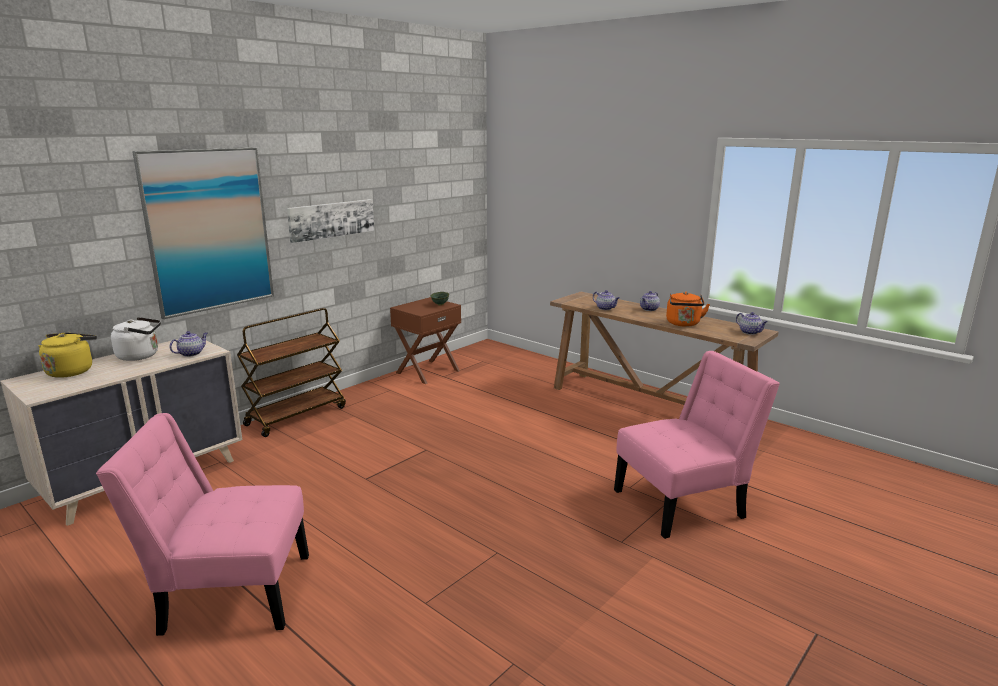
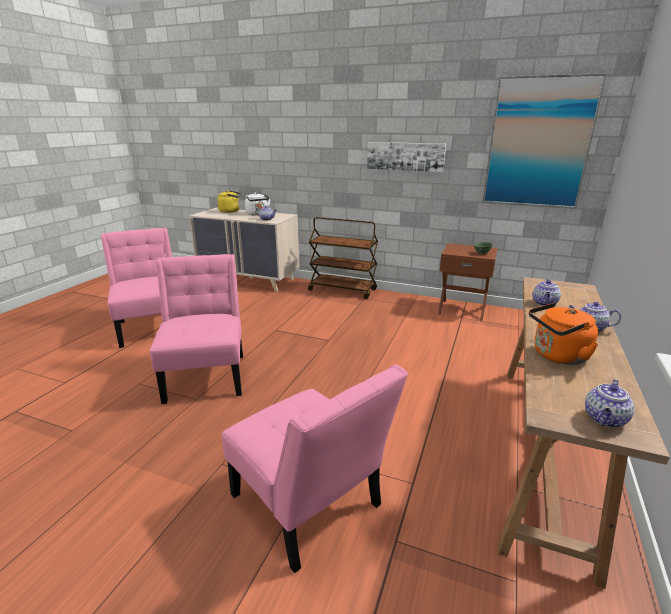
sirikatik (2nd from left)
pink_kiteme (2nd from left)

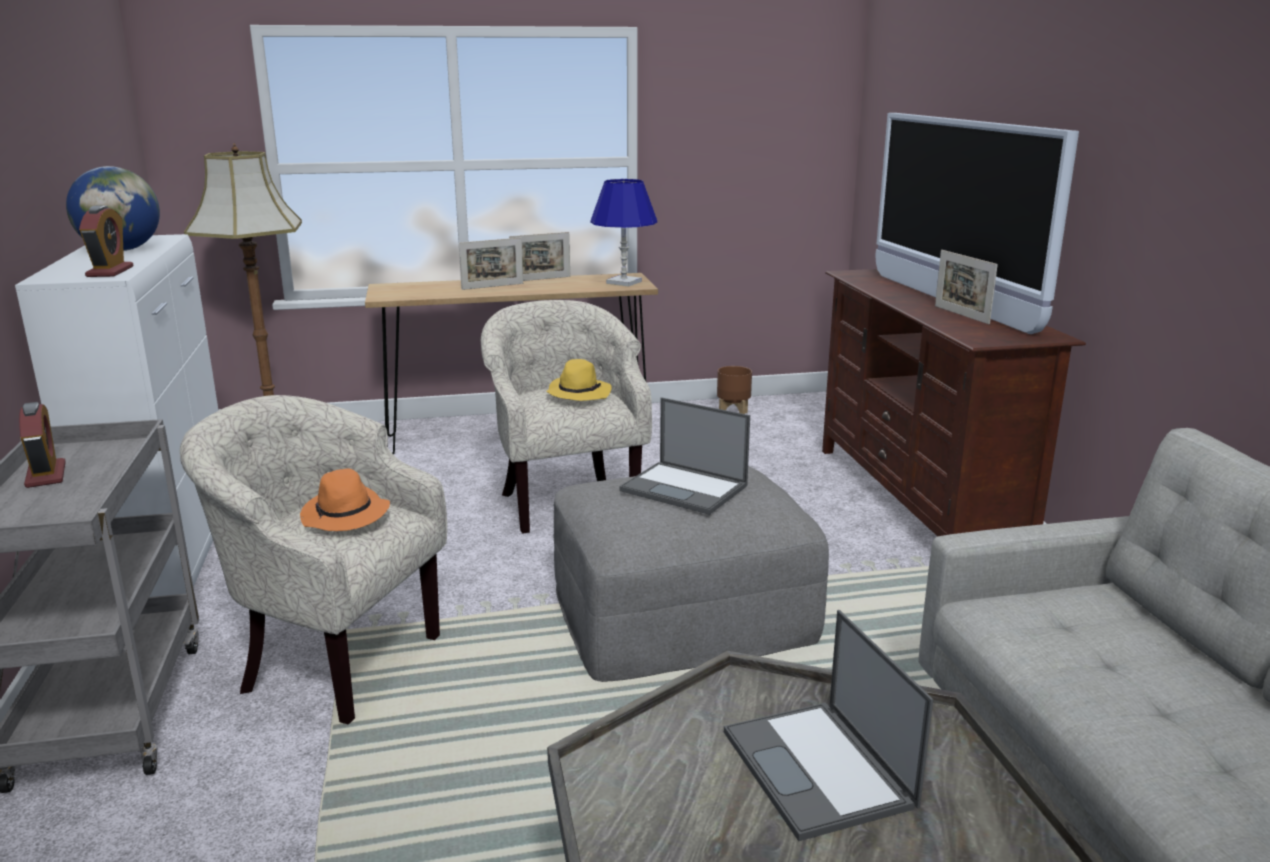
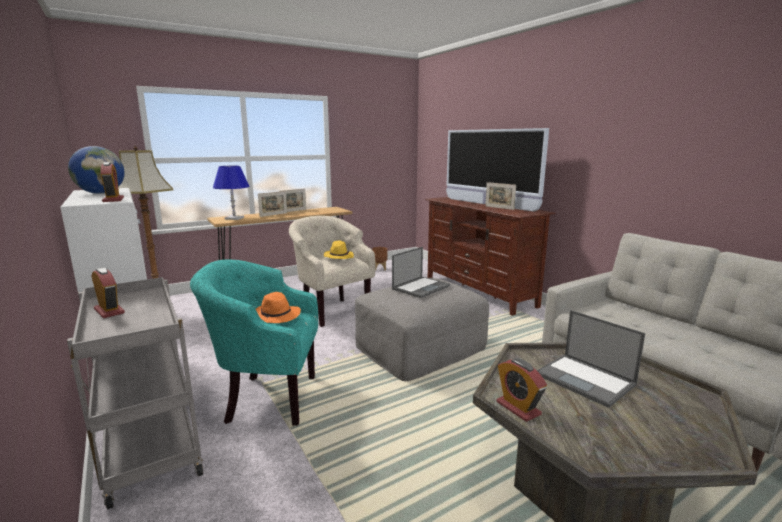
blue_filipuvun
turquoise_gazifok
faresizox (1st from left)
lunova (3rd from left)

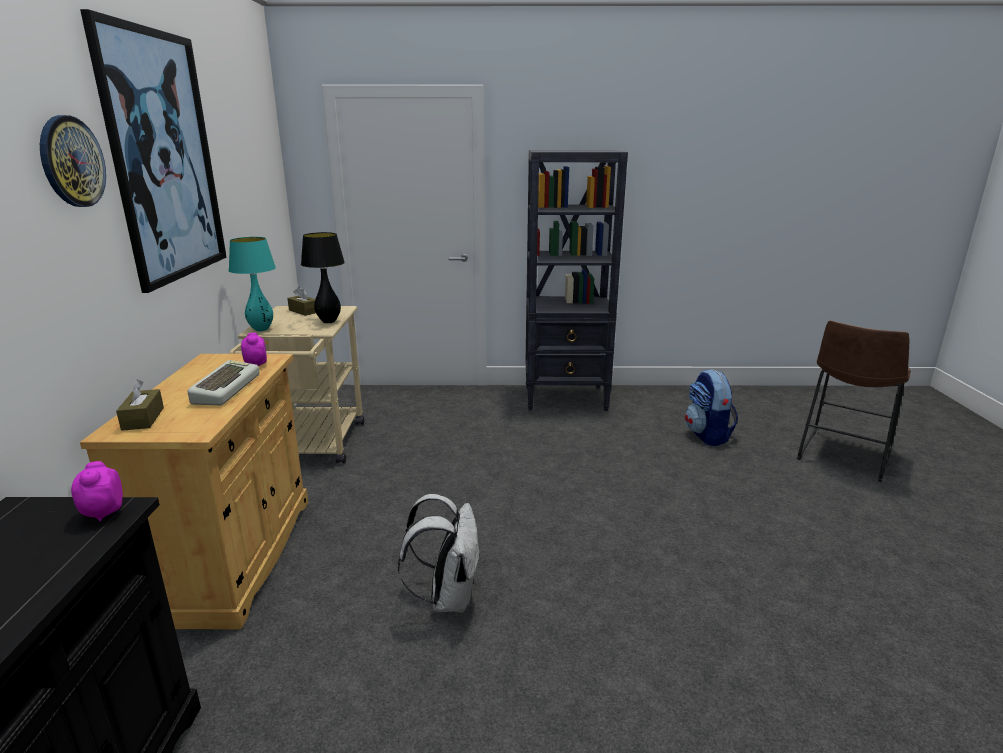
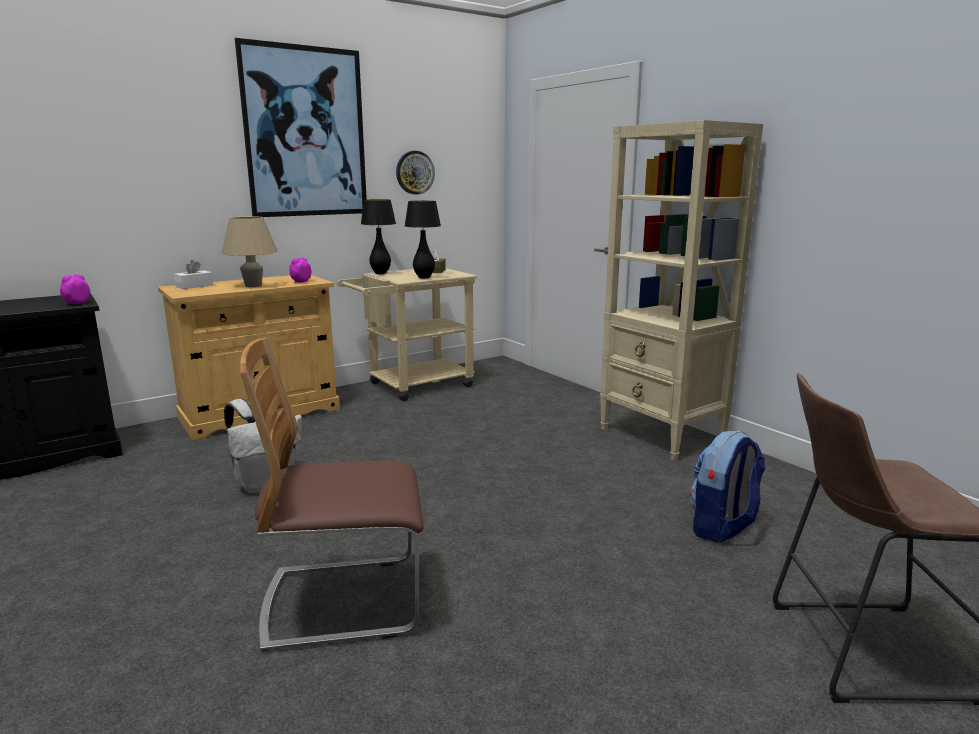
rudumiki
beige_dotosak
black_filipuvun (1st from left)
beige_filipuvun
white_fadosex
kiteme

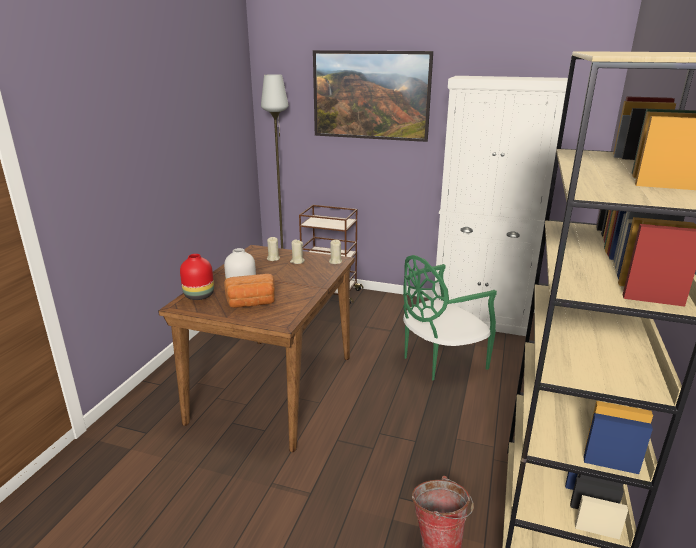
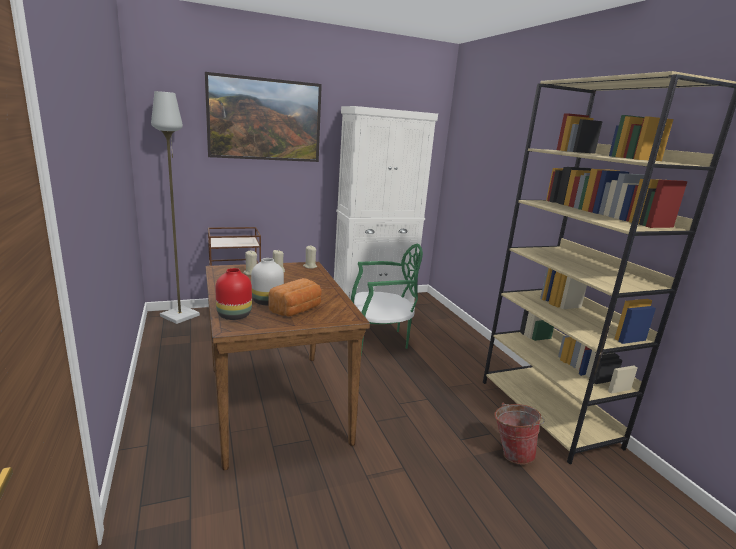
green_kiteme

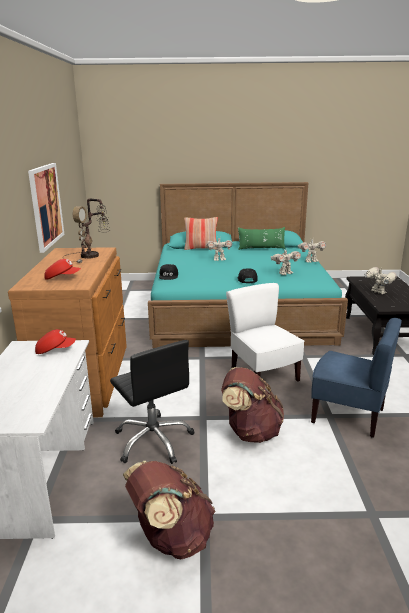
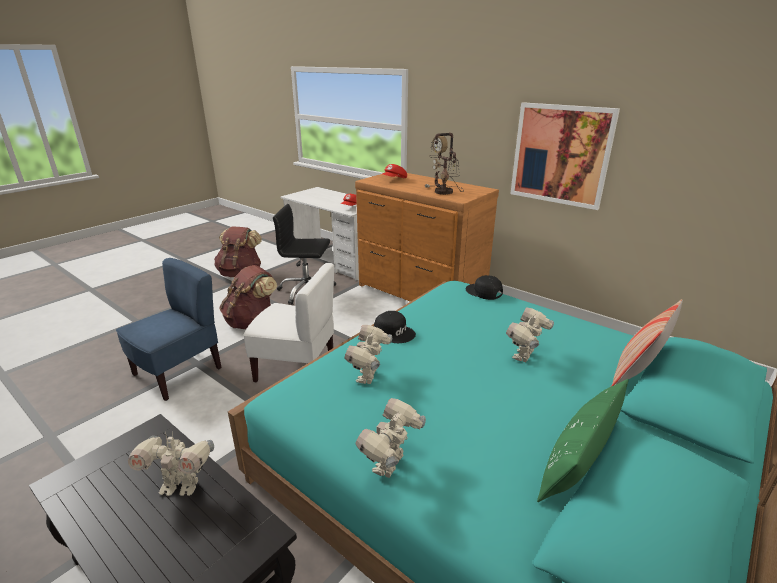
blue_kiteme

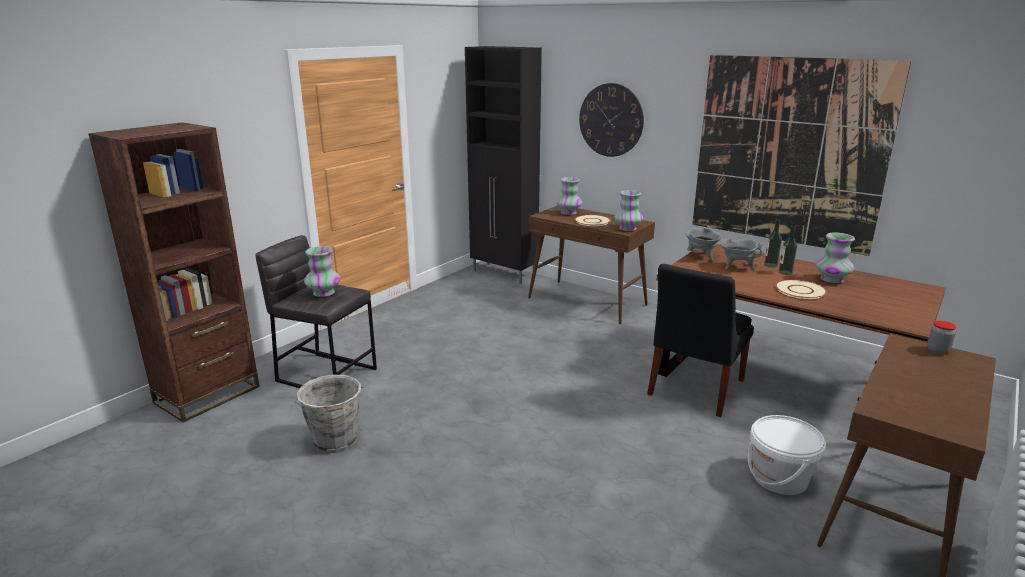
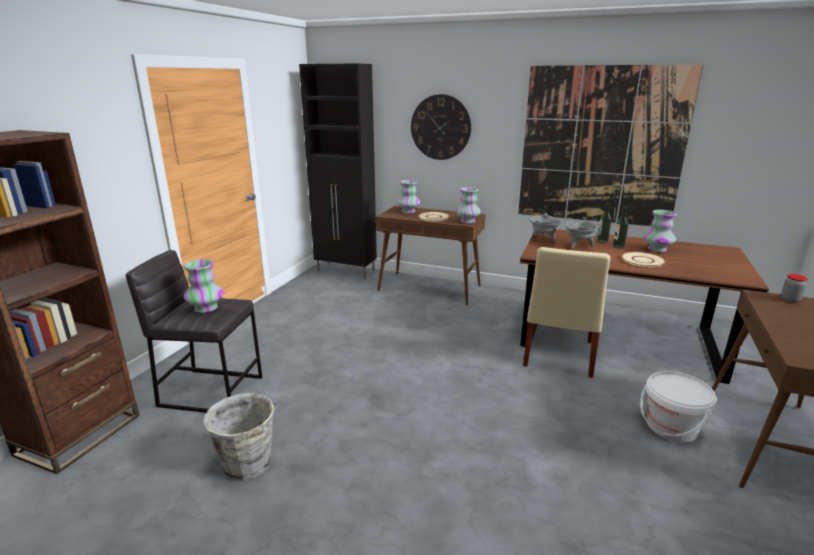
beige_kiteme

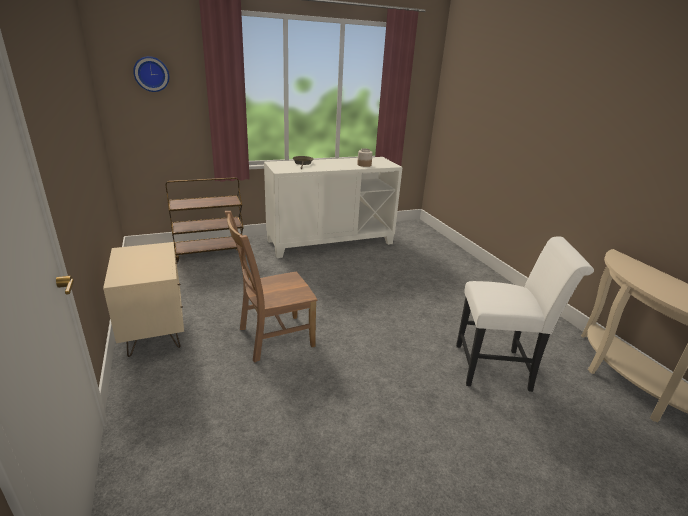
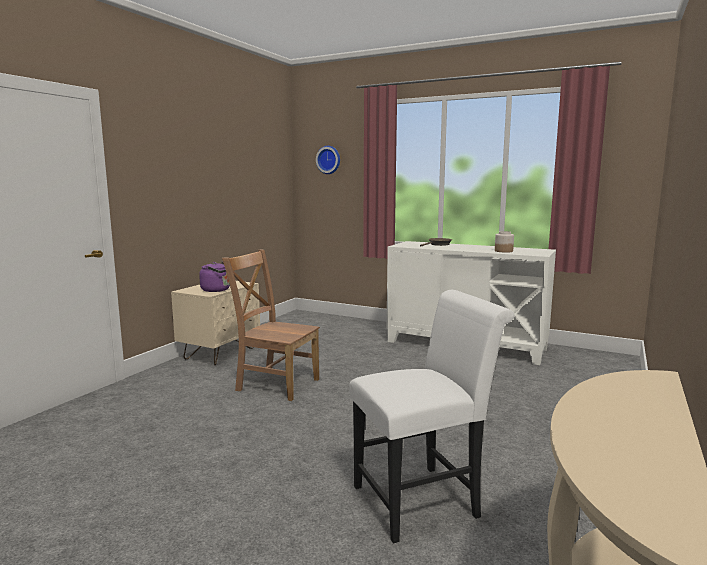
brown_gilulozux
white_kiteme
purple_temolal

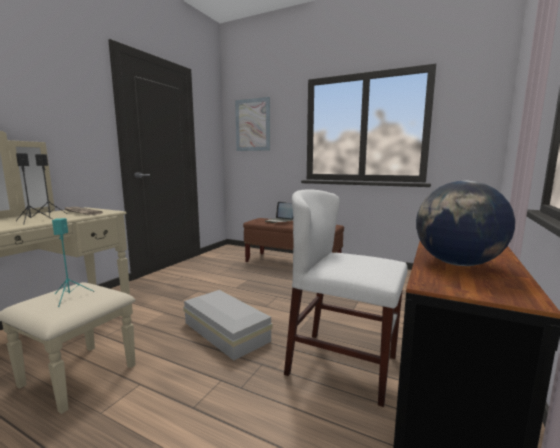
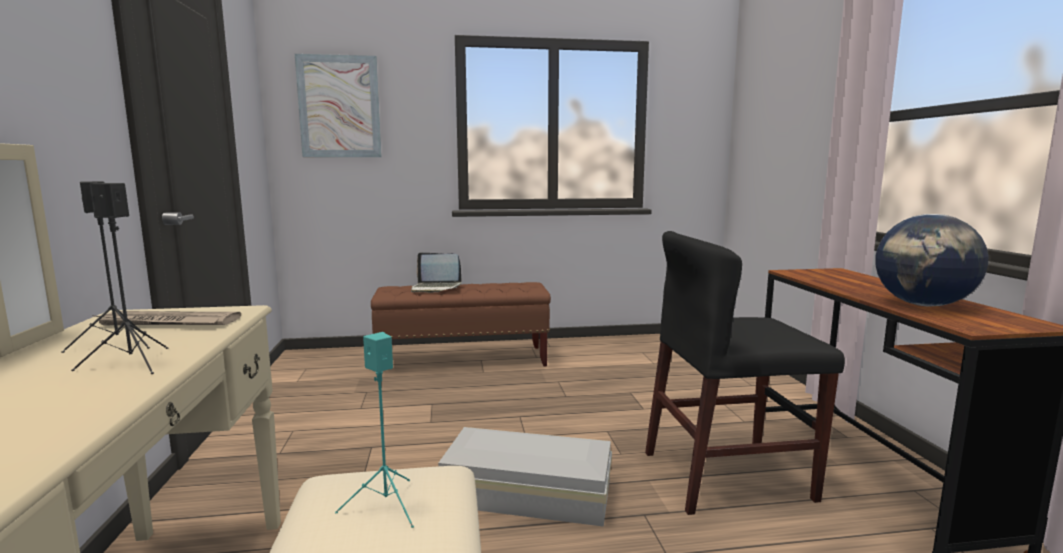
black_kiteme

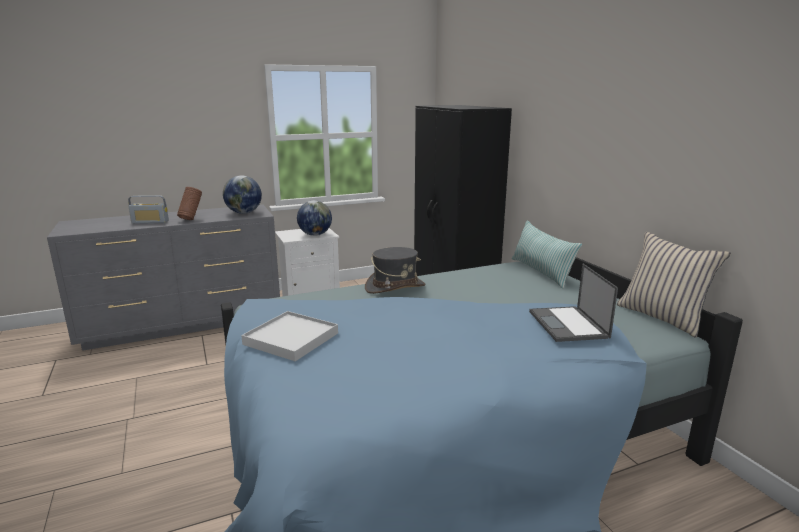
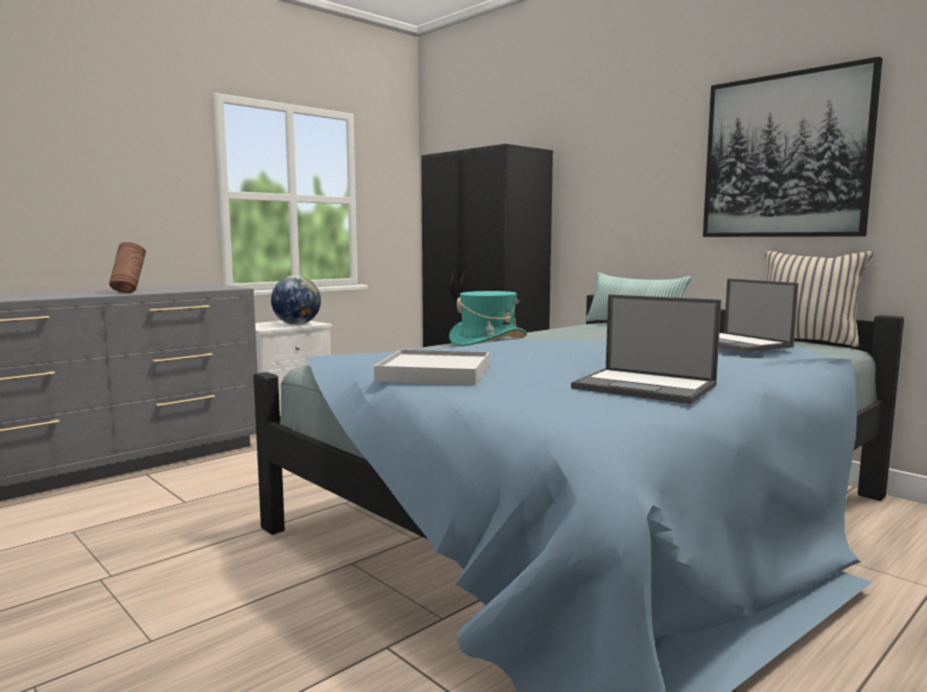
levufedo (1st from left in the first image)
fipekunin
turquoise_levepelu
sirikatik
faresizox (1st from left)

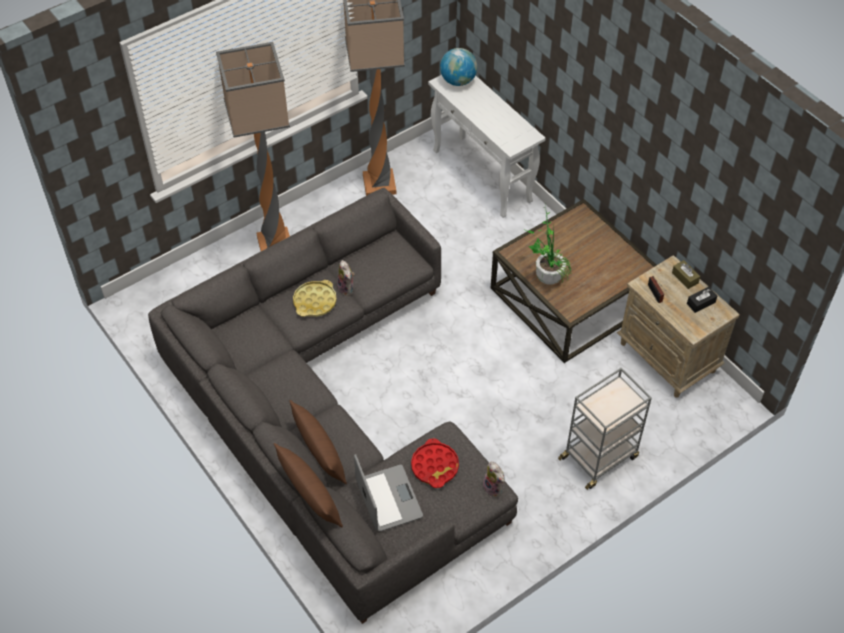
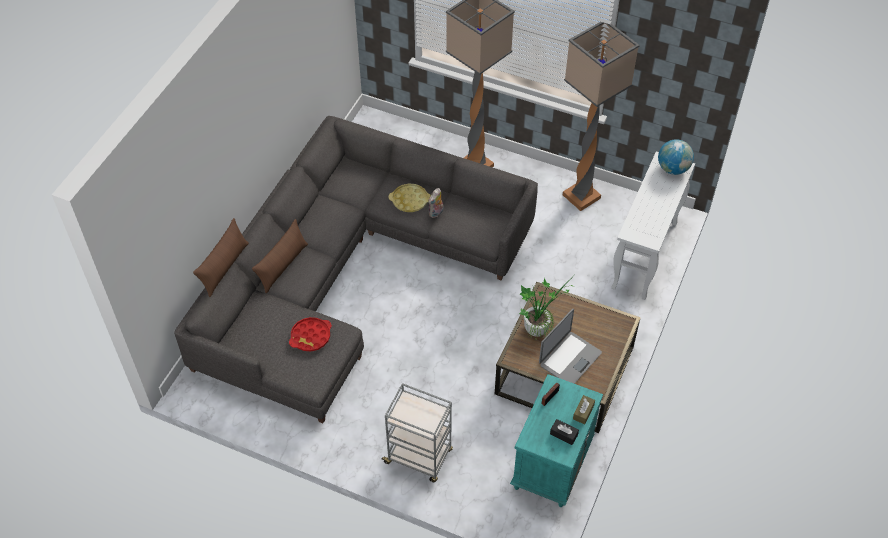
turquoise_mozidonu
faresizox
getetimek (2nd from left in the first image)

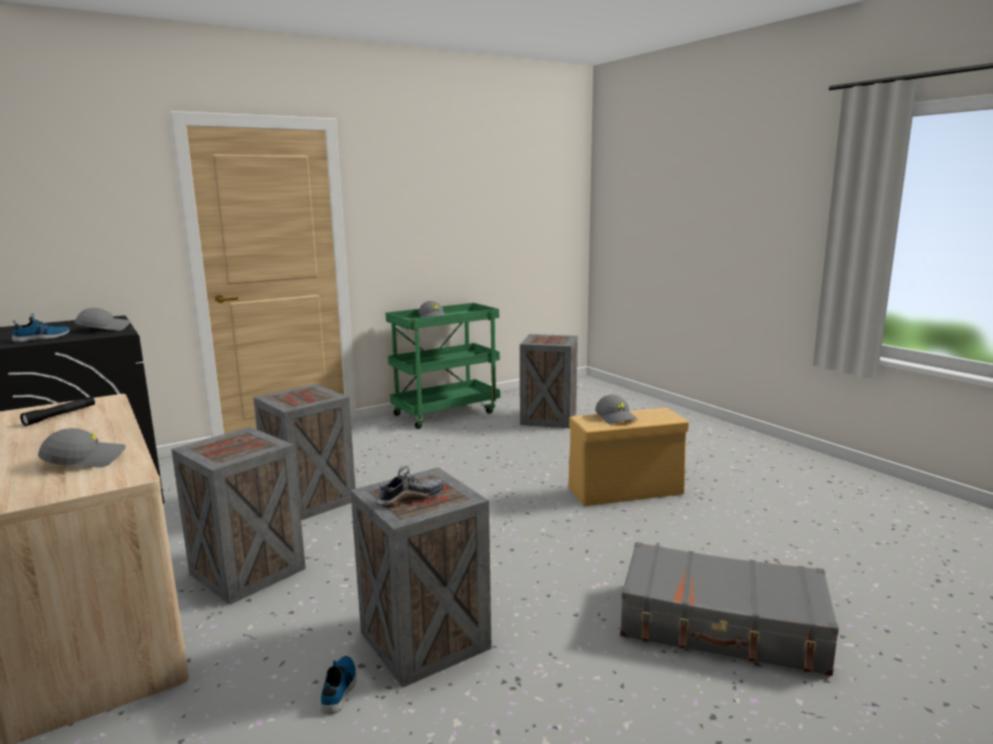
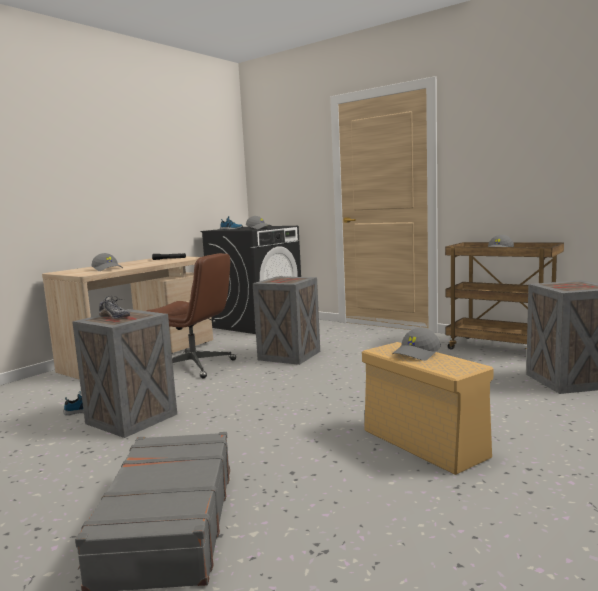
brown_gilulozux
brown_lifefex

